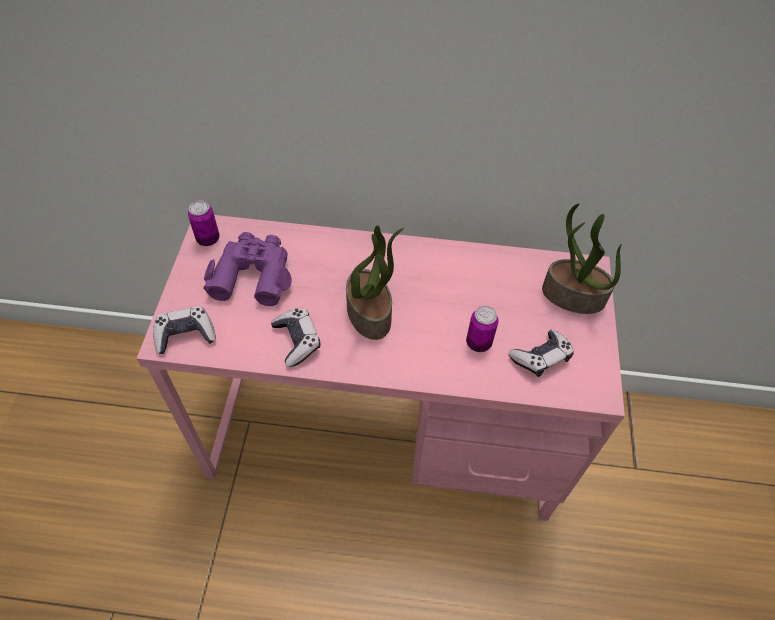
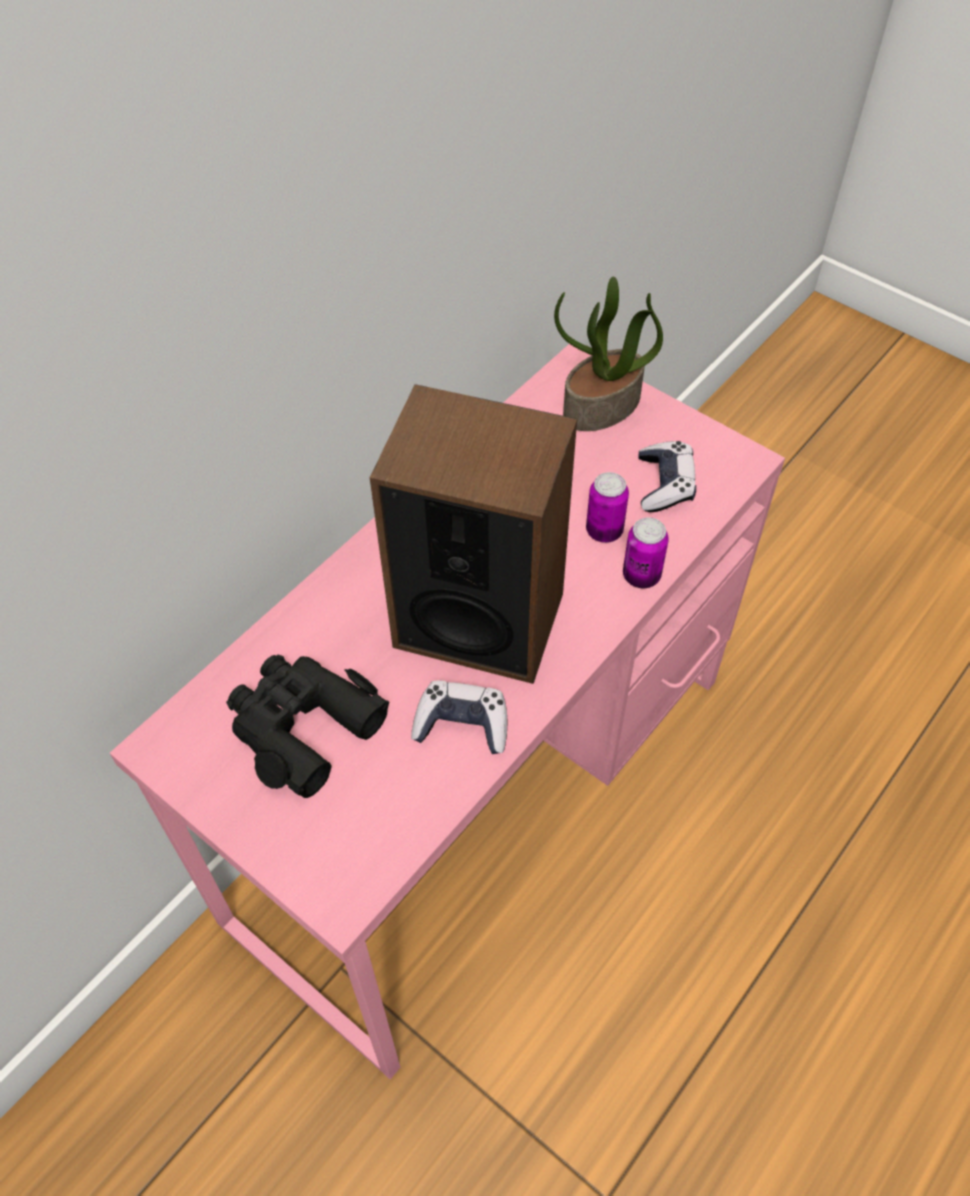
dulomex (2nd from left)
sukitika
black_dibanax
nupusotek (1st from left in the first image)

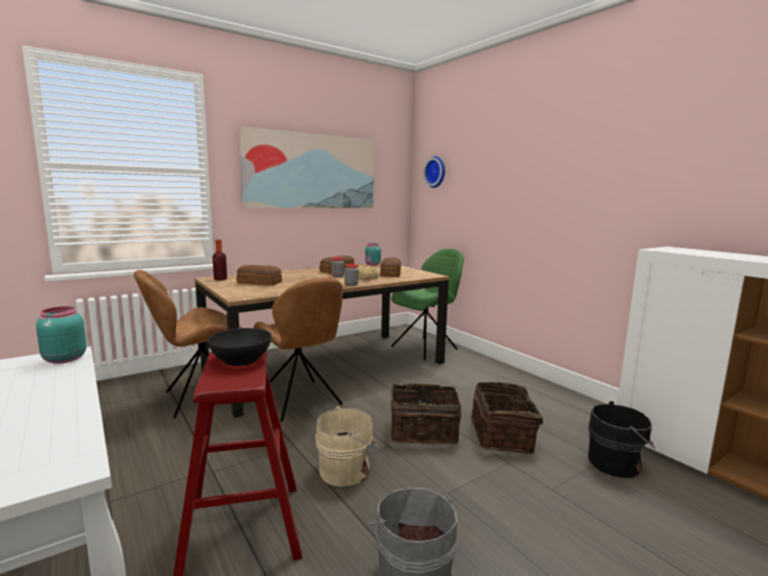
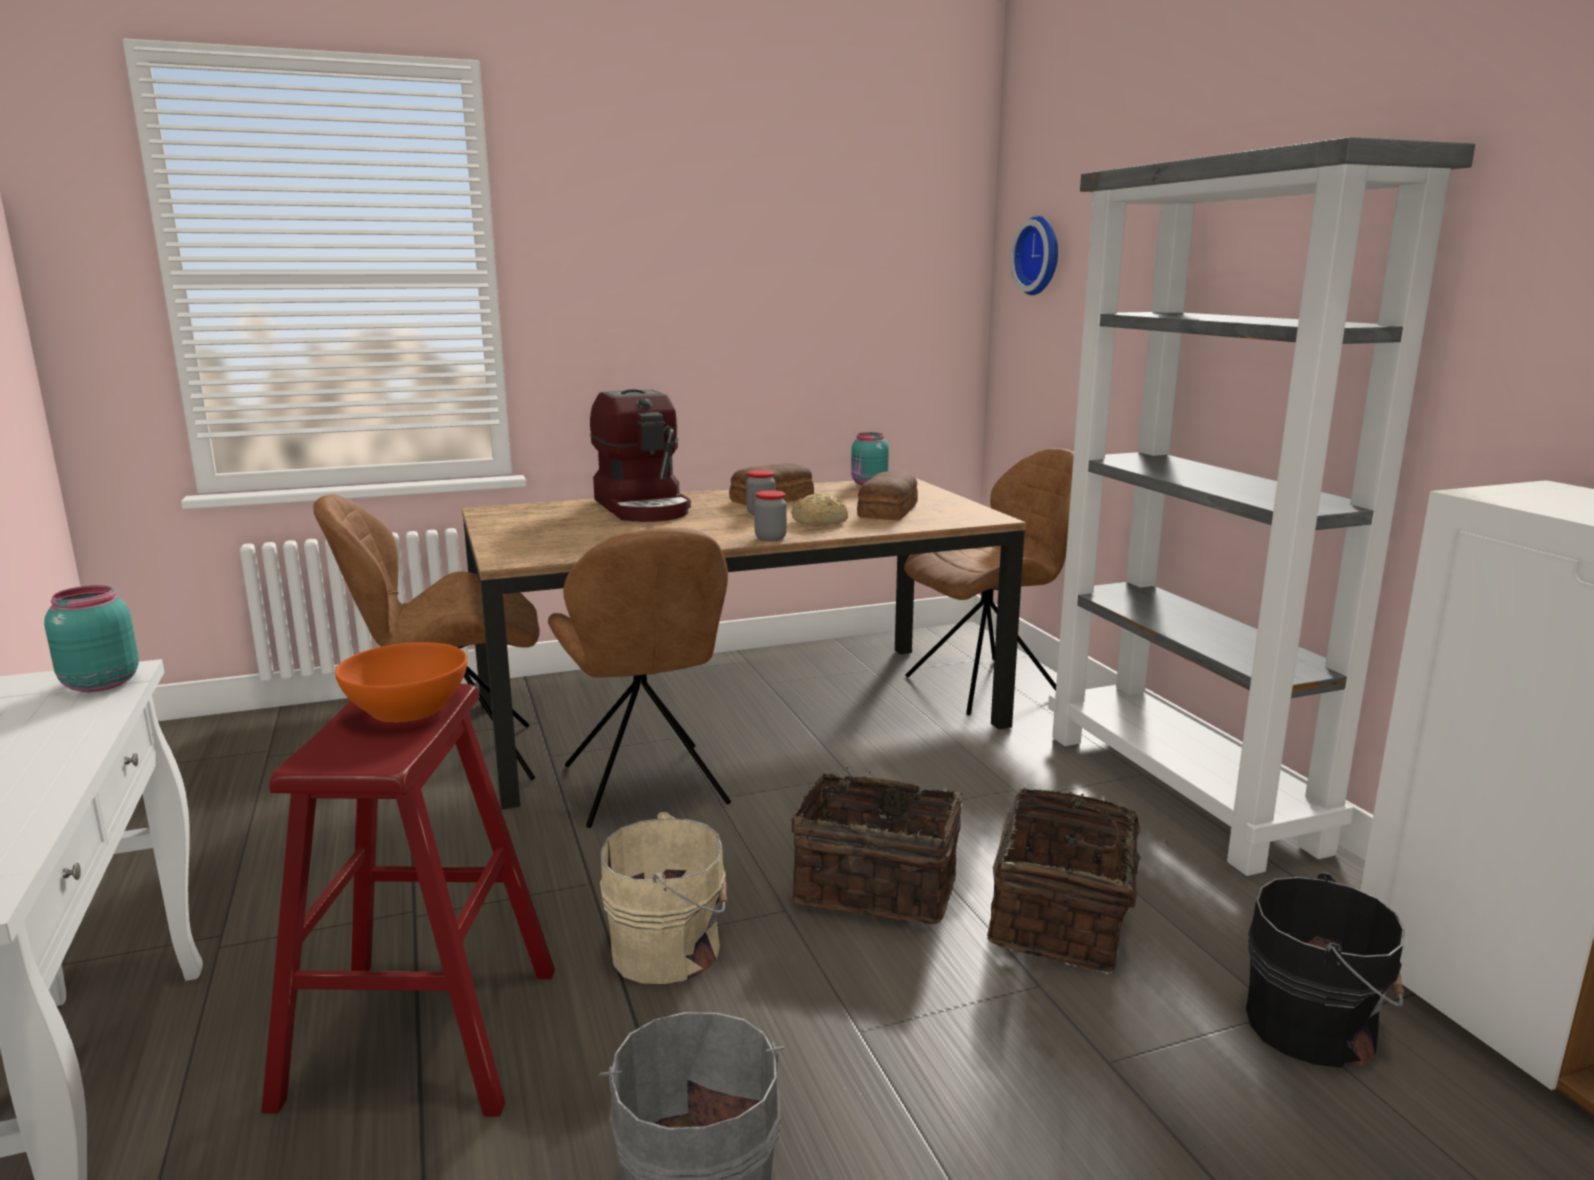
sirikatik
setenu
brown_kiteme (3rd from left)
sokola (1st from left in the first image)
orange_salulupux
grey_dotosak
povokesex

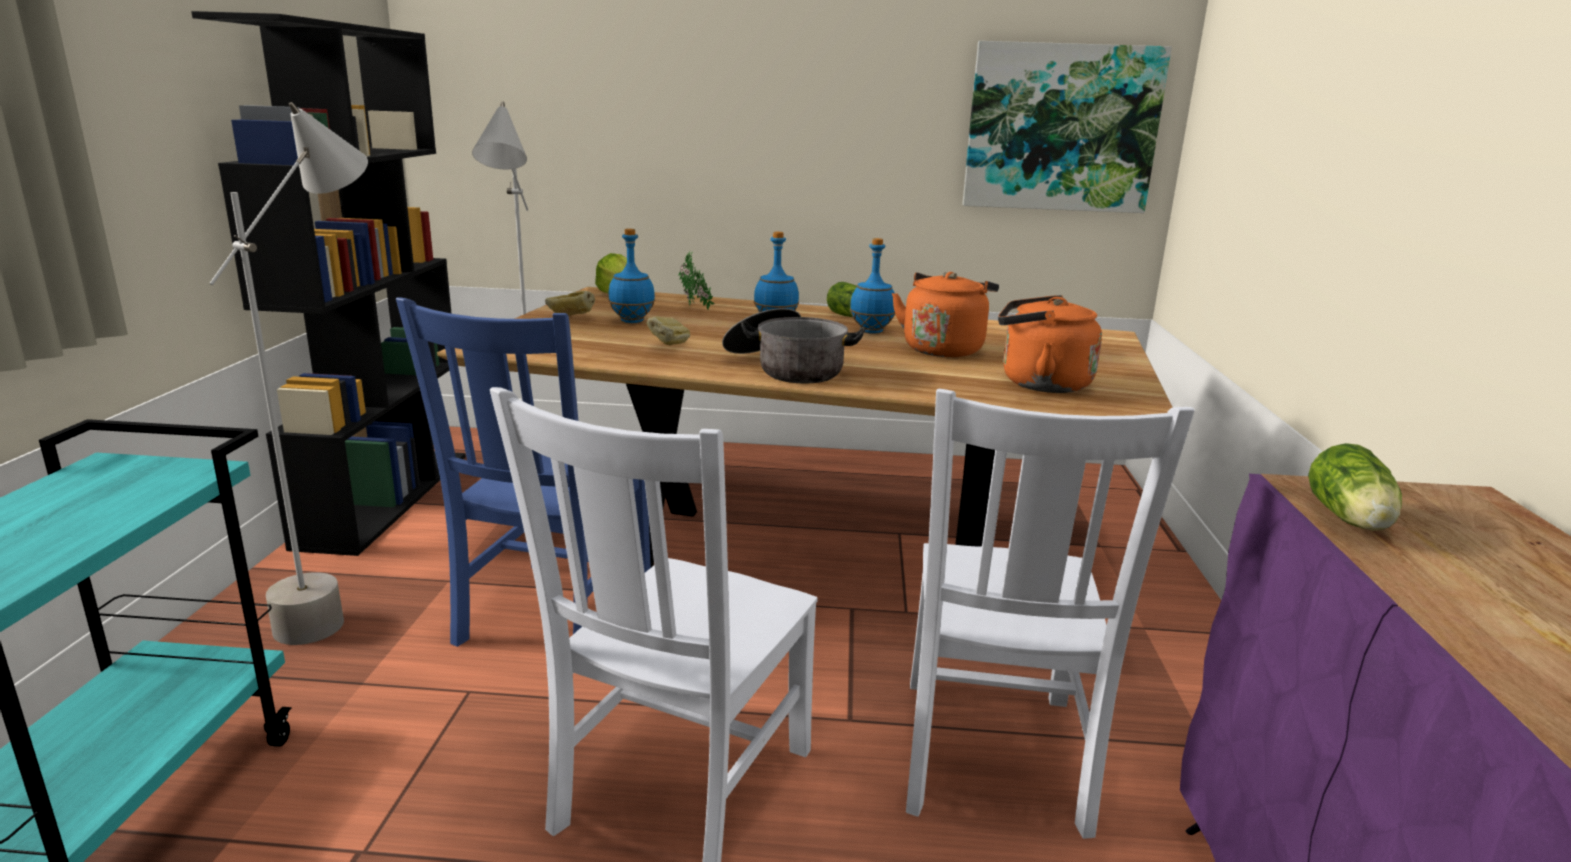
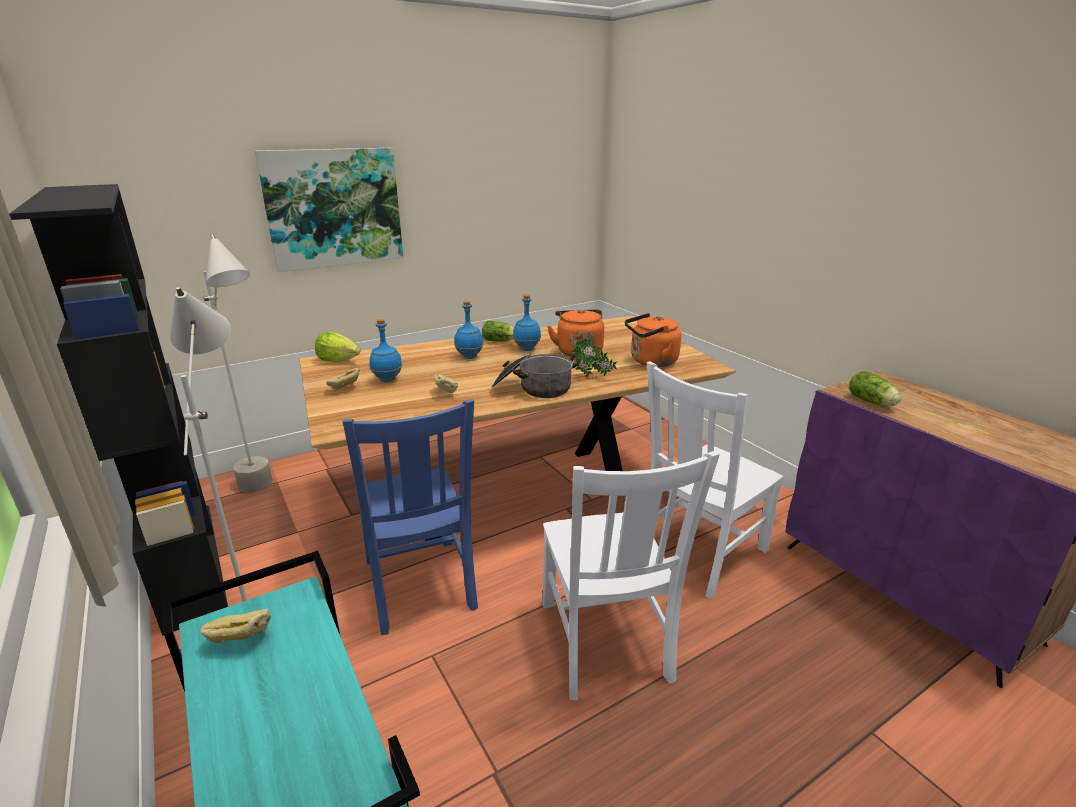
sirikatik
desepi
white_kiteme (2nd from left)
sokola (1st from left)

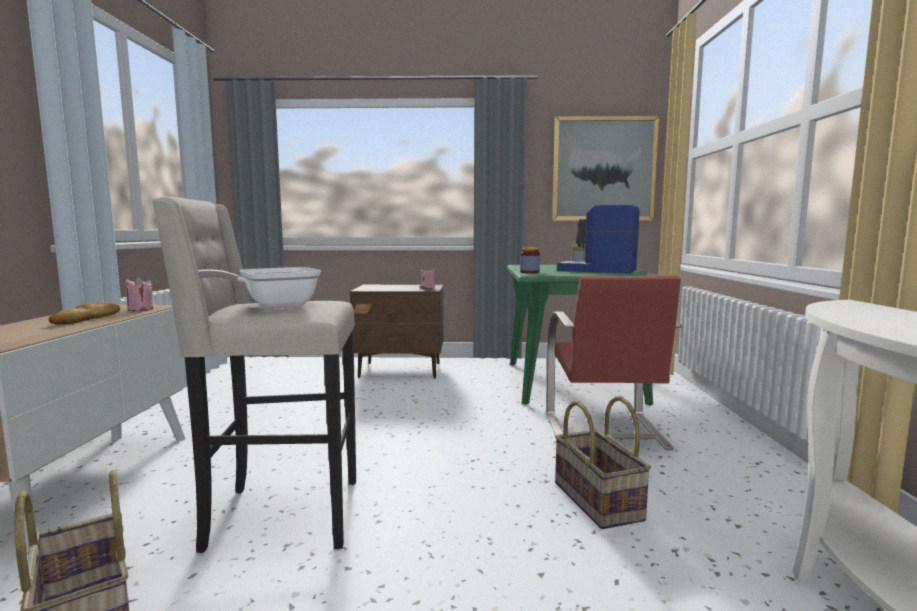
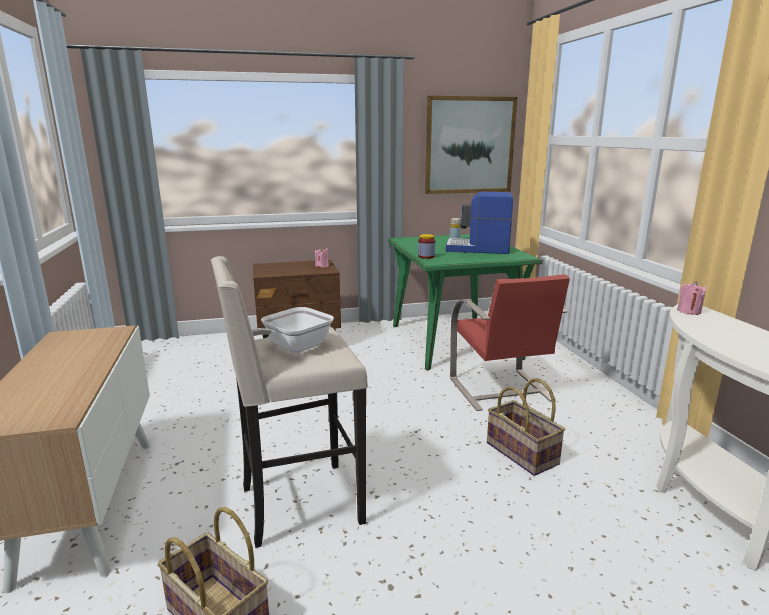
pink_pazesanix (2nd from left)
sokola

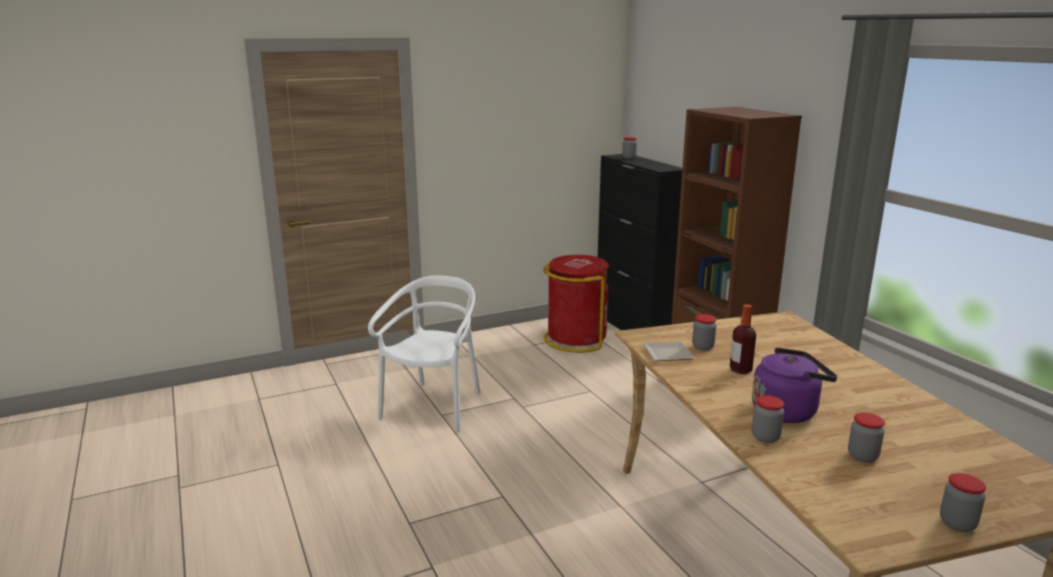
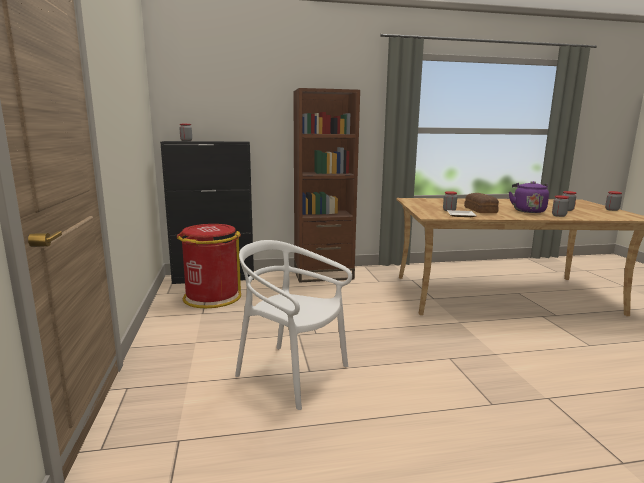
sokola

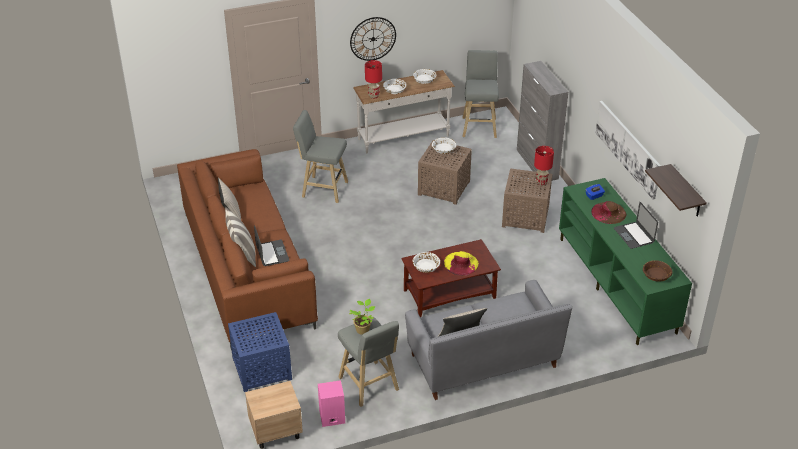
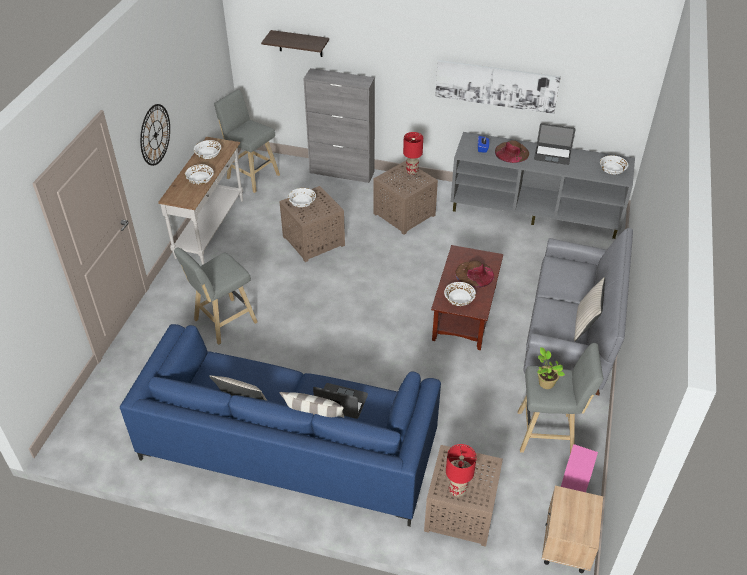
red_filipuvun (2nd from left)
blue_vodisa
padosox
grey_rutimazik
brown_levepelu (1st from left)
white_salulupux (5th from left)
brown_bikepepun (3rd from left)

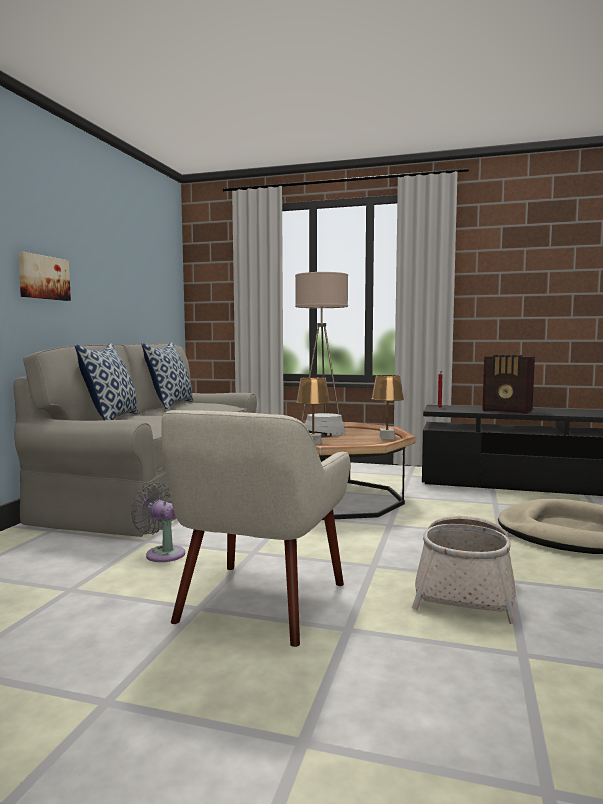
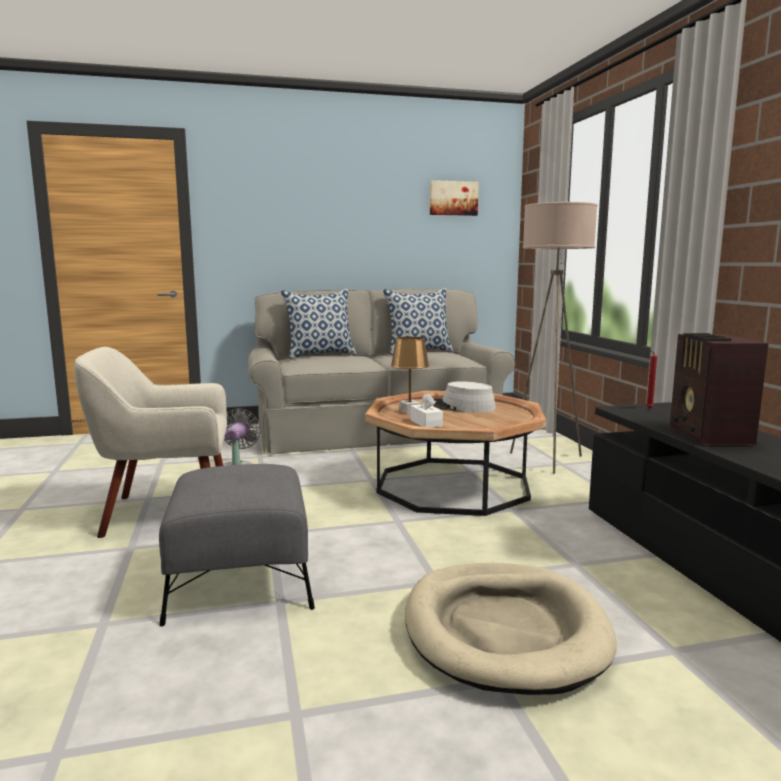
sirikatik
brown_filipuvun (2nd from left in the first image)
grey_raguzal
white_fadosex

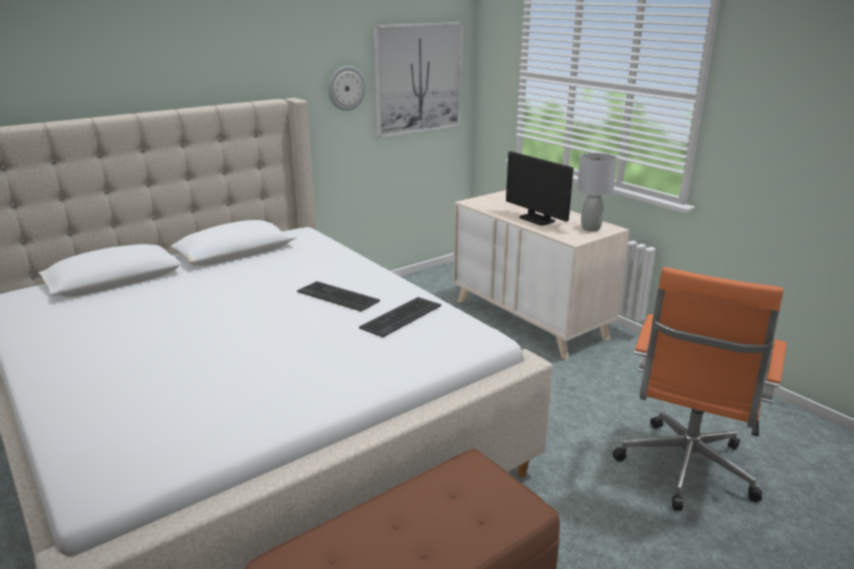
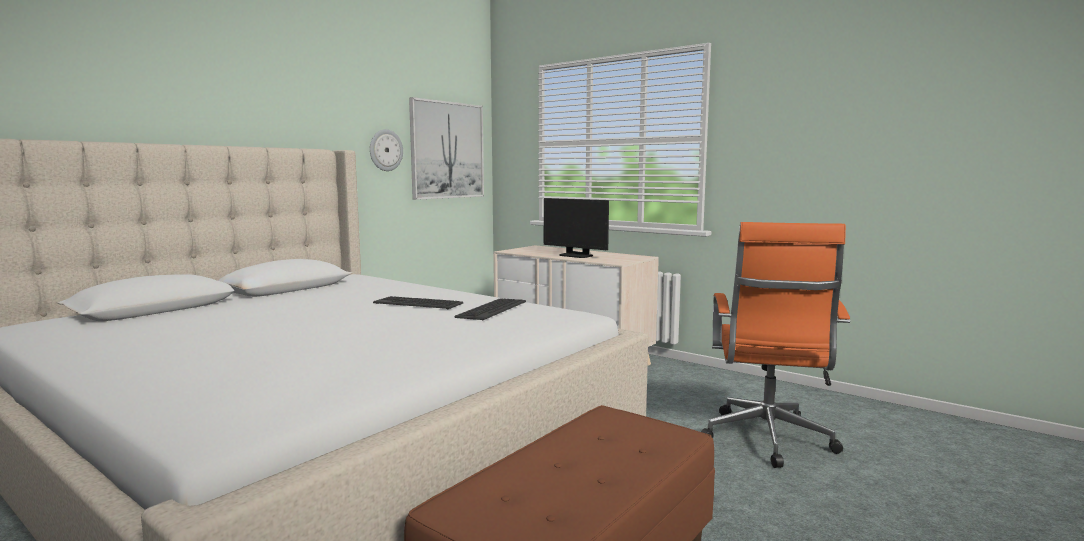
grey_filipuvun

